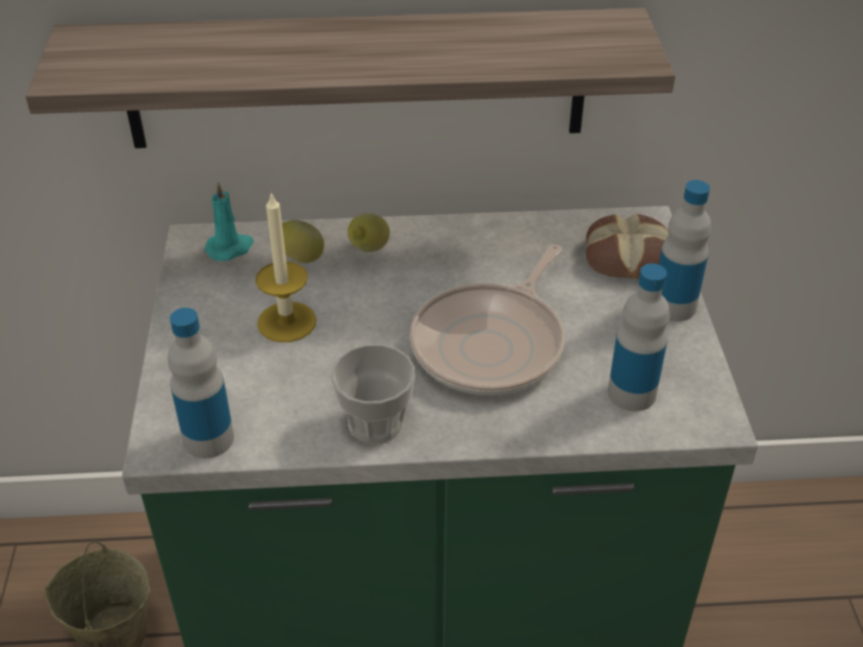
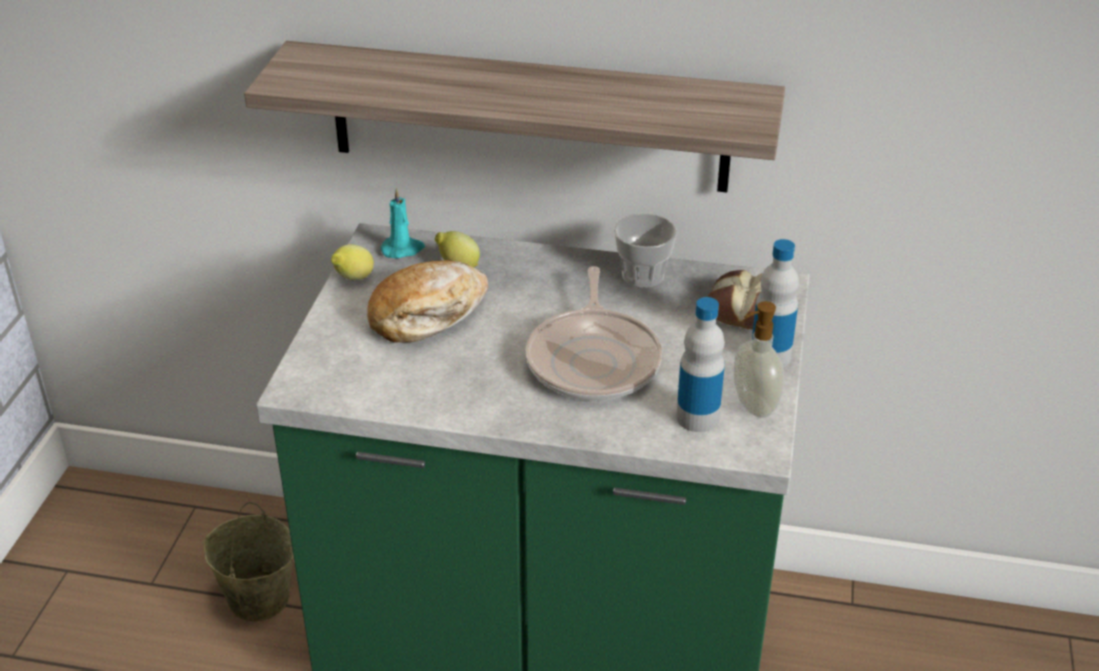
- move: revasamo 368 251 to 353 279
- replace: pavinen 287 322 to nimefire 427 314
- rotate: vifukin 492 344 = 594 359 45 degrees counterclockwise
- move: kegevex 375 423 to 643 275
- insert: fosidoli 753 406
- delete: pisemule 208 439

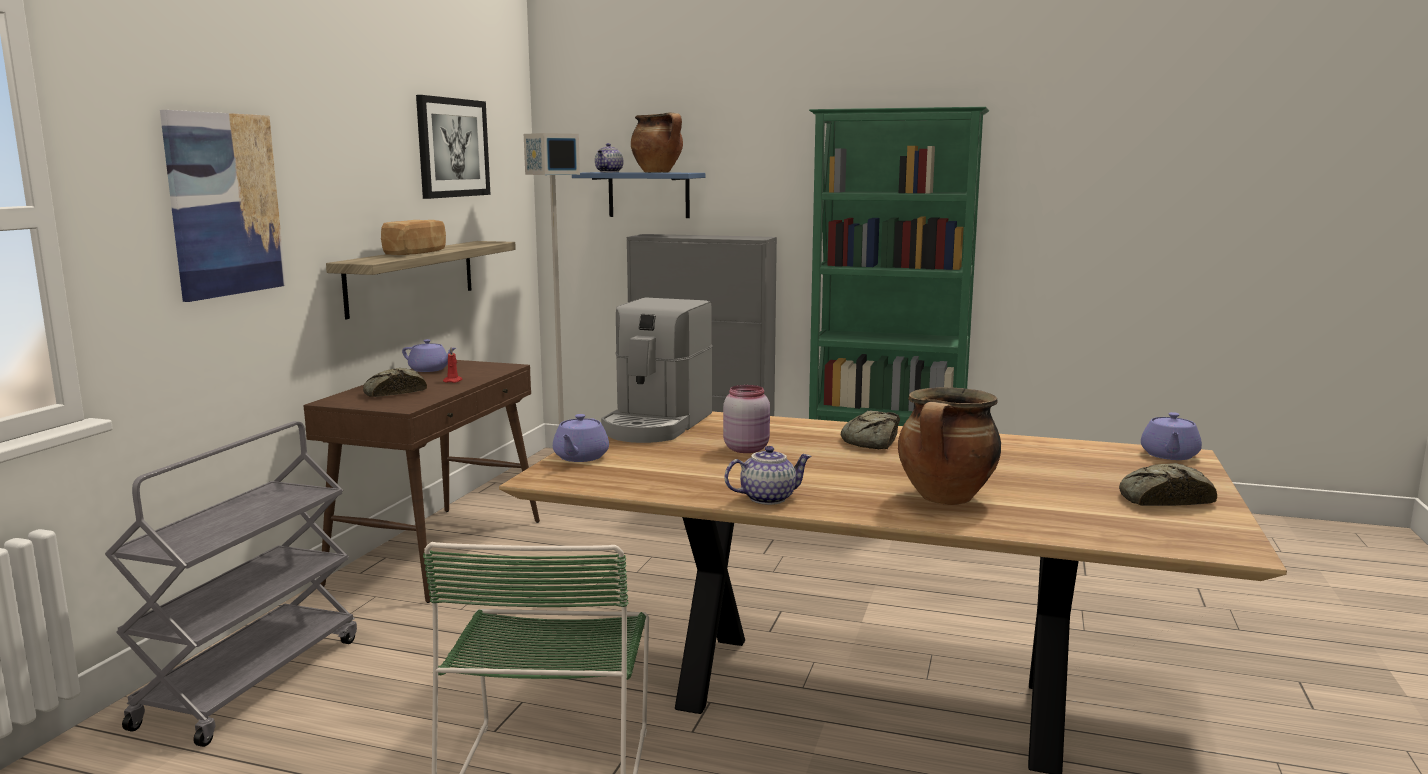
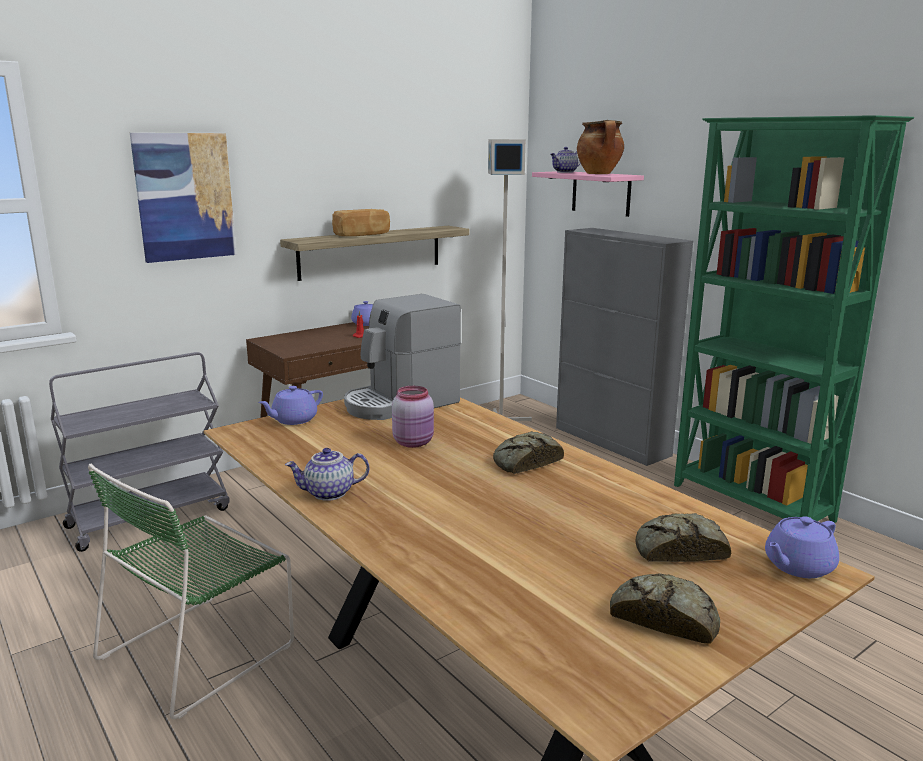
- rotate: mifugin 768 498 = 329 494 150 degrees clockwise
- recolor: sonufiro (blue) 649 195 to sonufiro (pink) 601 193
- move: nimefire 393 392 to 678 549
- delete: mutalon 452 148
- delete: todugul 946 499

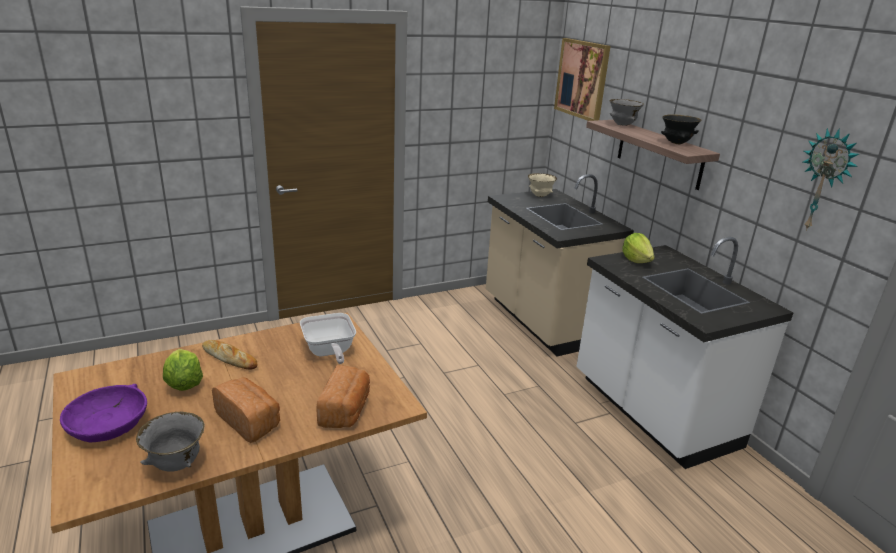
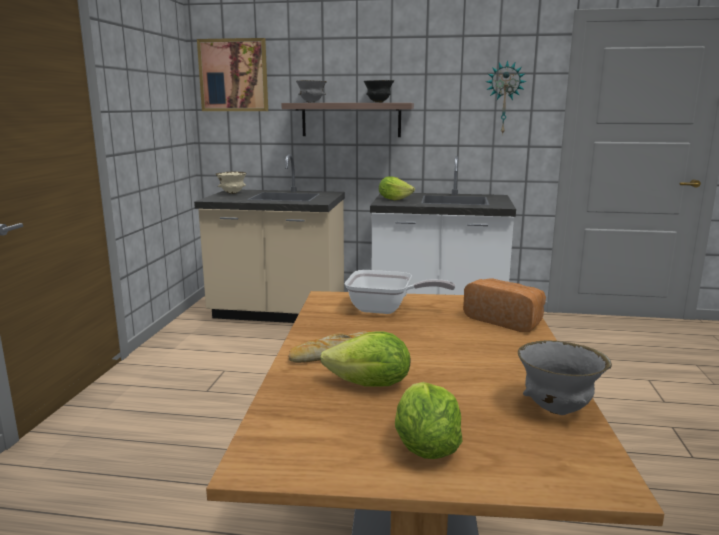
- replace: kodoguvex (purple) 108 423 to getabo 425 447
- delete: nimefire 250 421

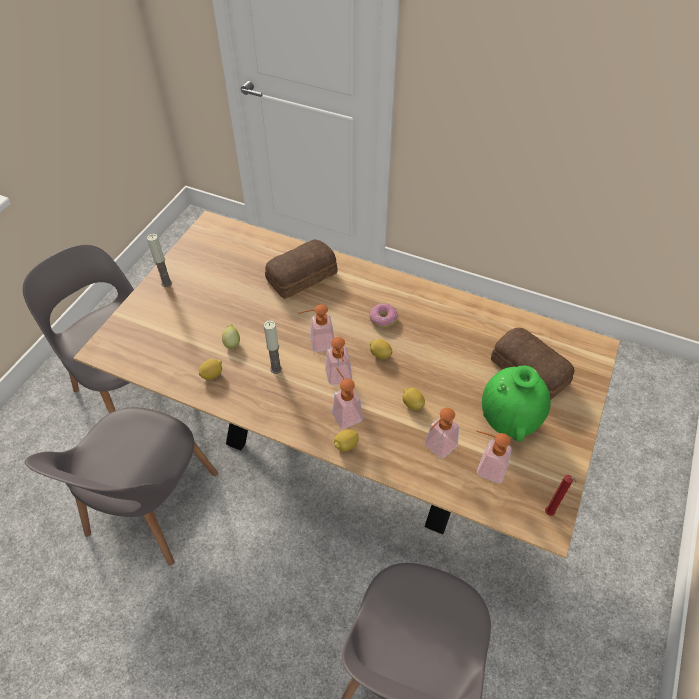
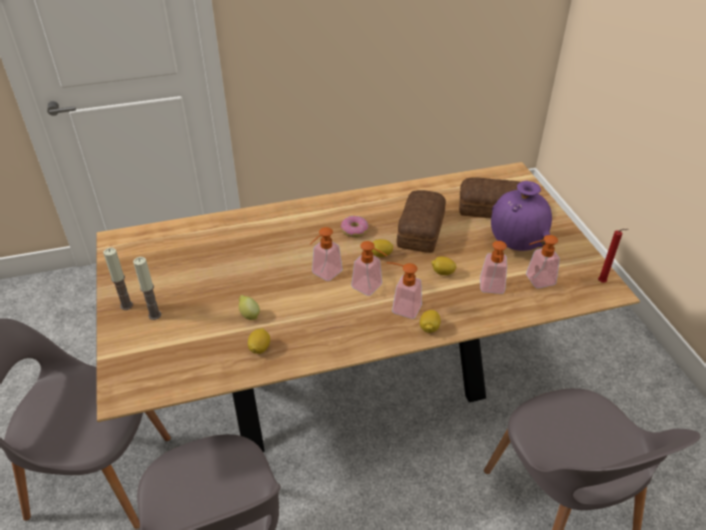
- move: pavinen 276 369 to 154 315
- move: nimefire 300 276 to 419 230
- recolor: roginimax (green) 508 422 to roginimax (purple) 516 246

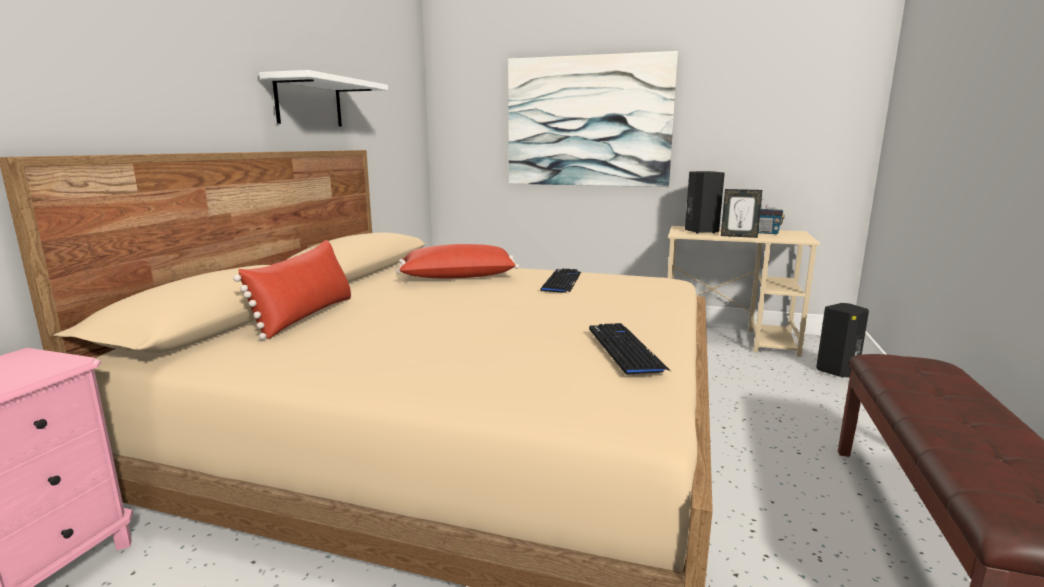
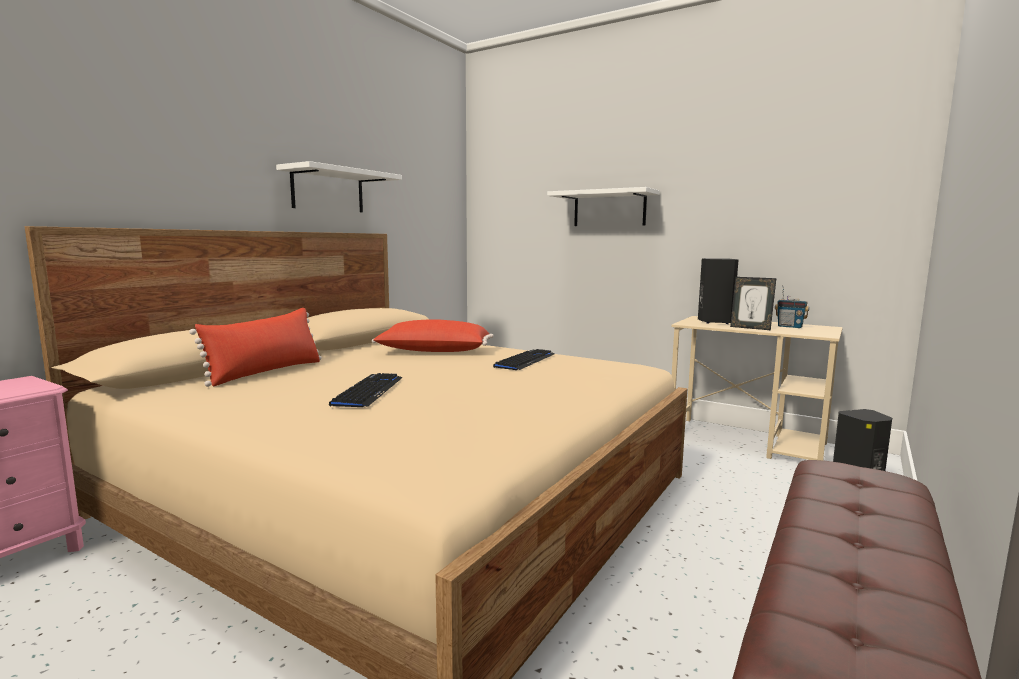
- move: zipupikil 624 349 to 368 391
- replace: mutalon 588 122 to sonufiro (white) 609 209

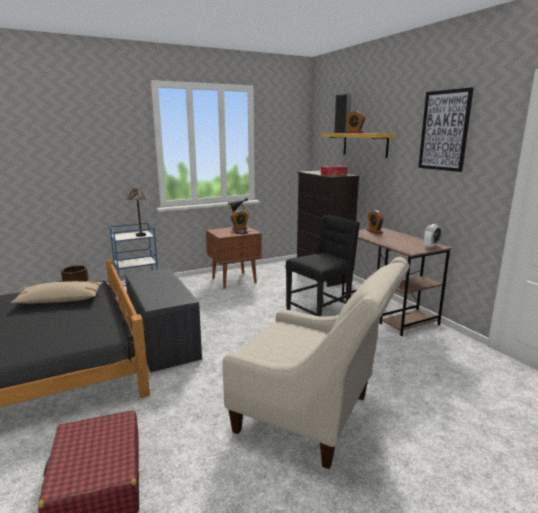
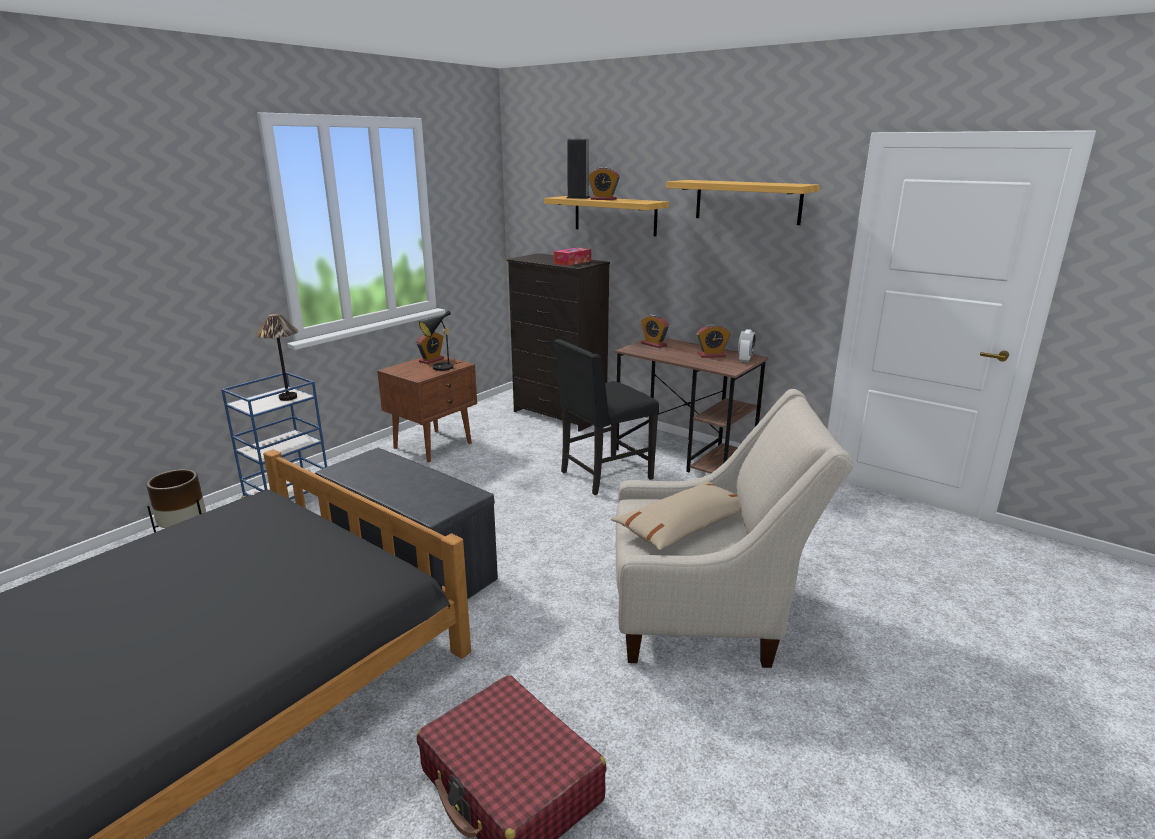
- rotate: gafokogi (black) 320 315 = 604 476 150 degrees counterclockwise
- move: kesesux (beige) 60 300 to 684 526
- replace: mutalon 444 130 to sonufiro 747 201
- insert: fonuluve 711 355

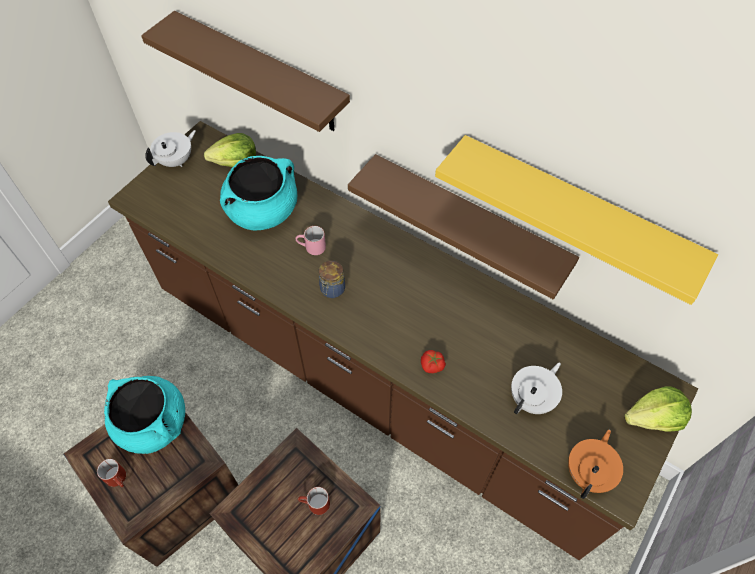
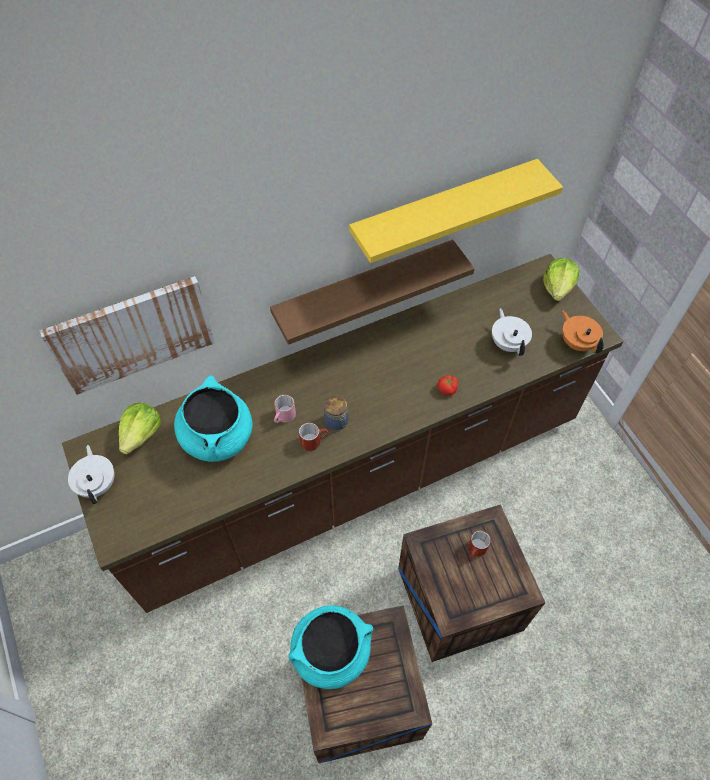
- replace: sonufiro (brown) 261 73 to mutalon 132 334
- move: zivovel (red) 118 478 to 314 440

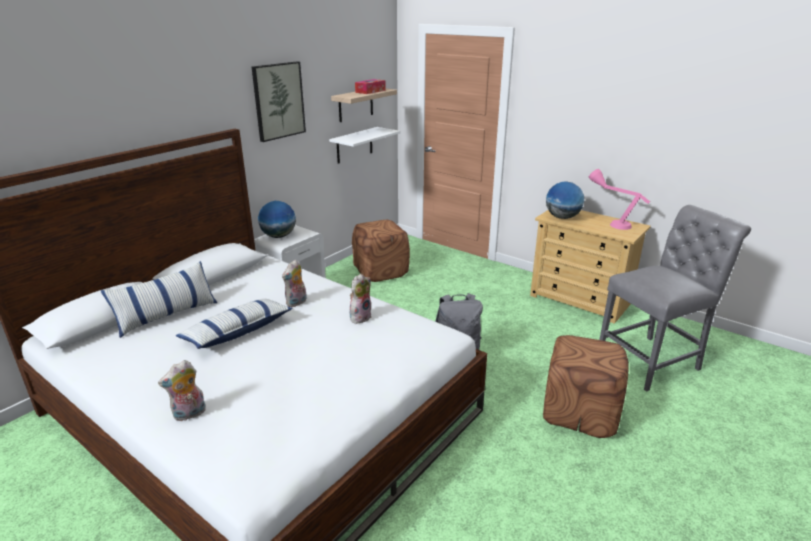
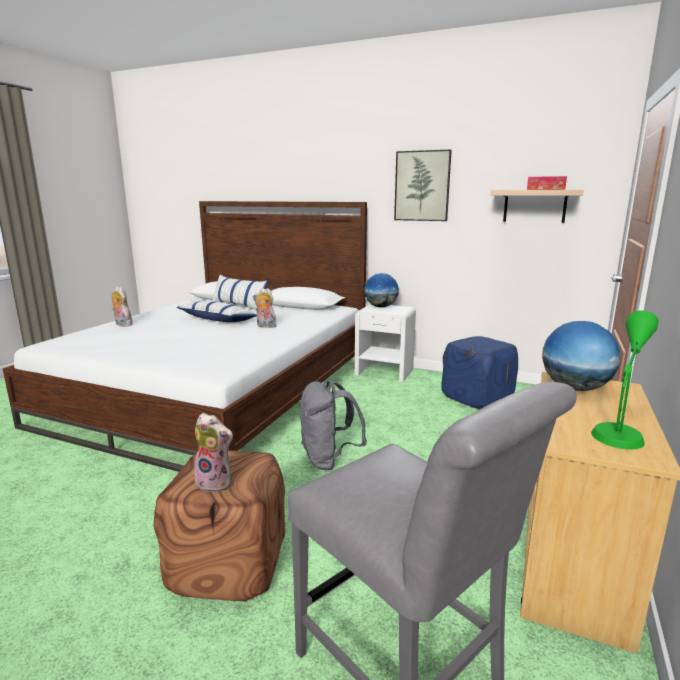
- move: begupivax 360 317 to 216 482
- recolor: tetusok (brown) 381 271 to tetusok (blue) 478 397
- recolor: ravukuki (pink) 611 222 to ravukuki (green) 620 428
- delete: sonufiro (white) 354 145

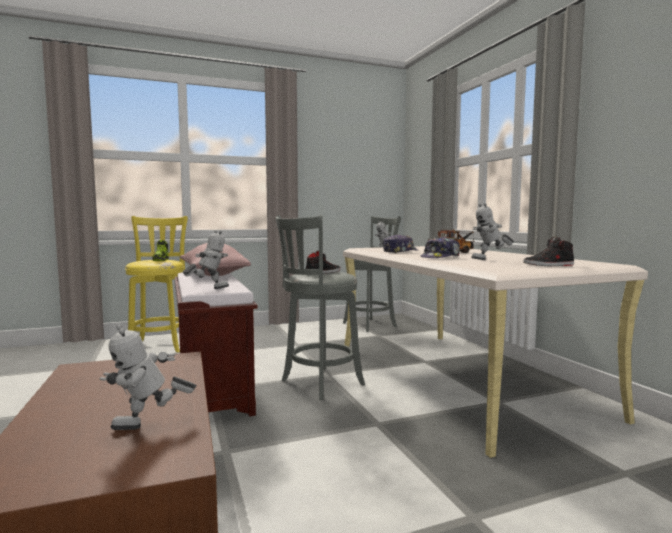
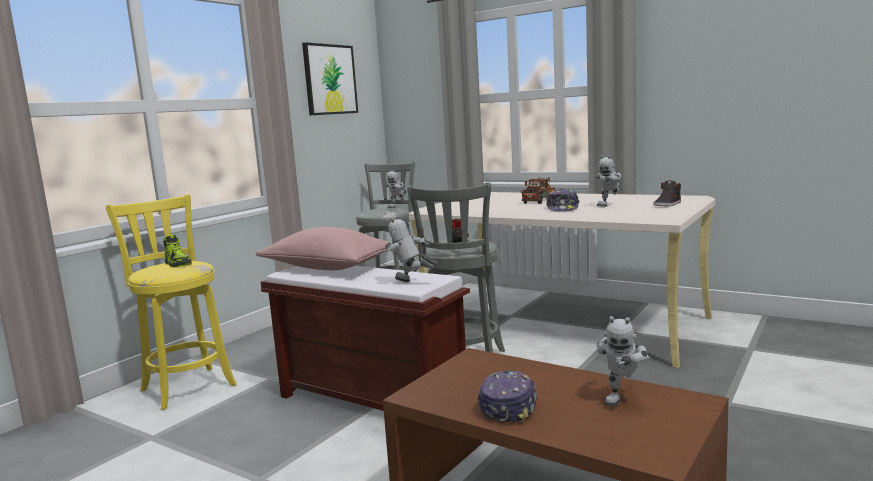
- insert: mutalon 330 79
- rotate: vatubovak 209 289 = 411 283 75 degrees counterclockwise
- move: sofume 400 252 to 508 406

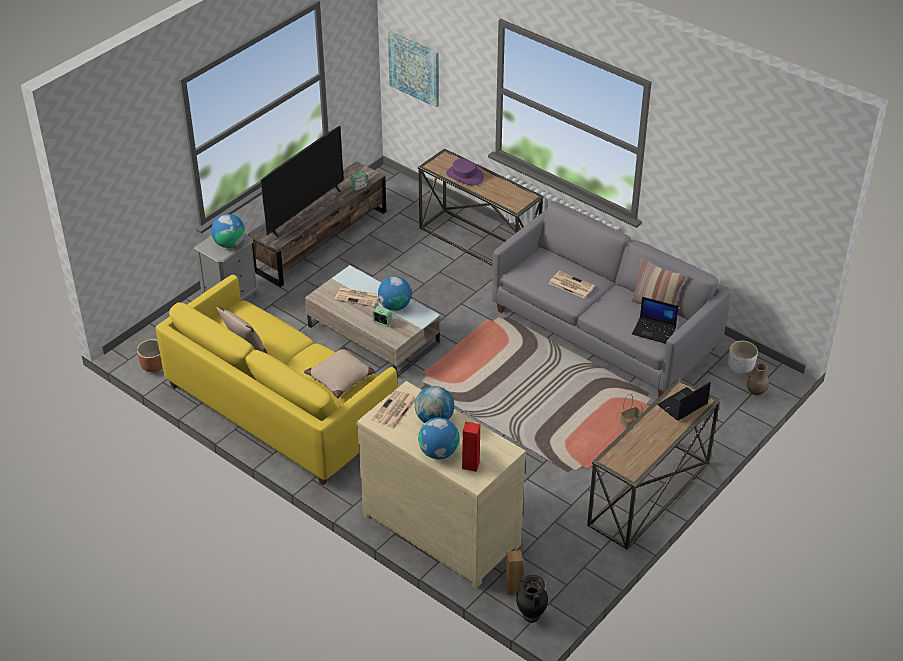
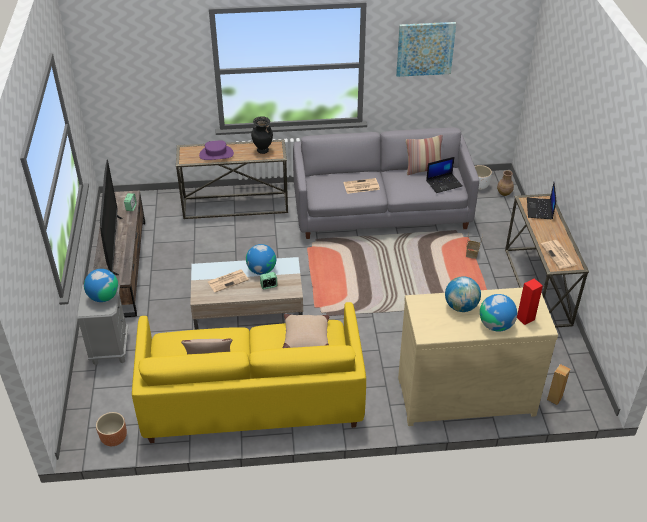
- move: roginimax (black) 530 616 to 262 151
- move: mutalon 414 68 to 425 48
- move: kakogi 394 410 to 559 255

